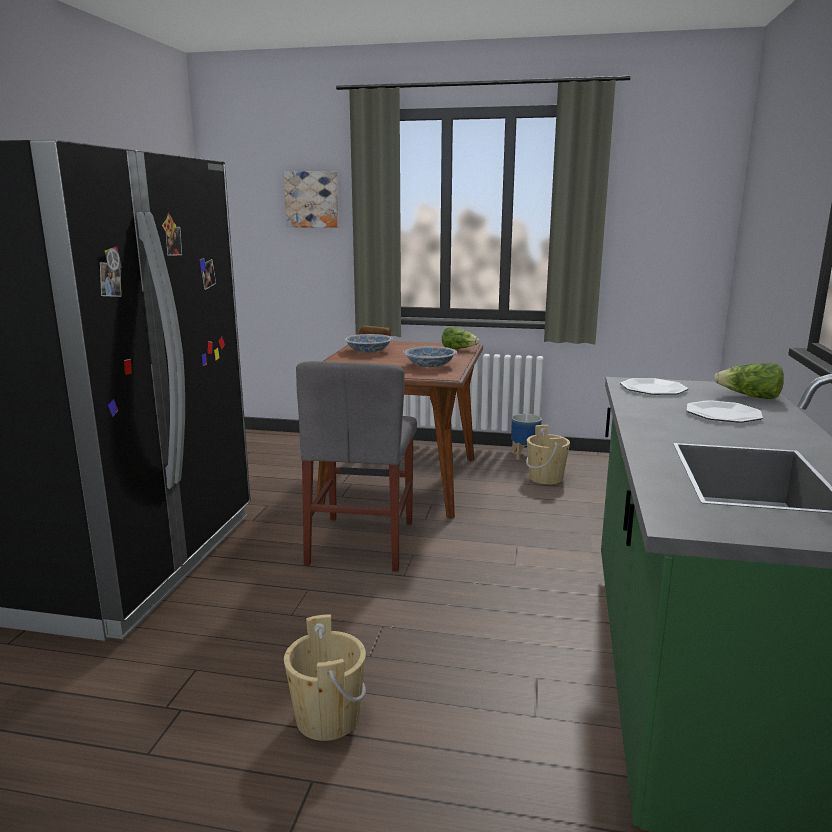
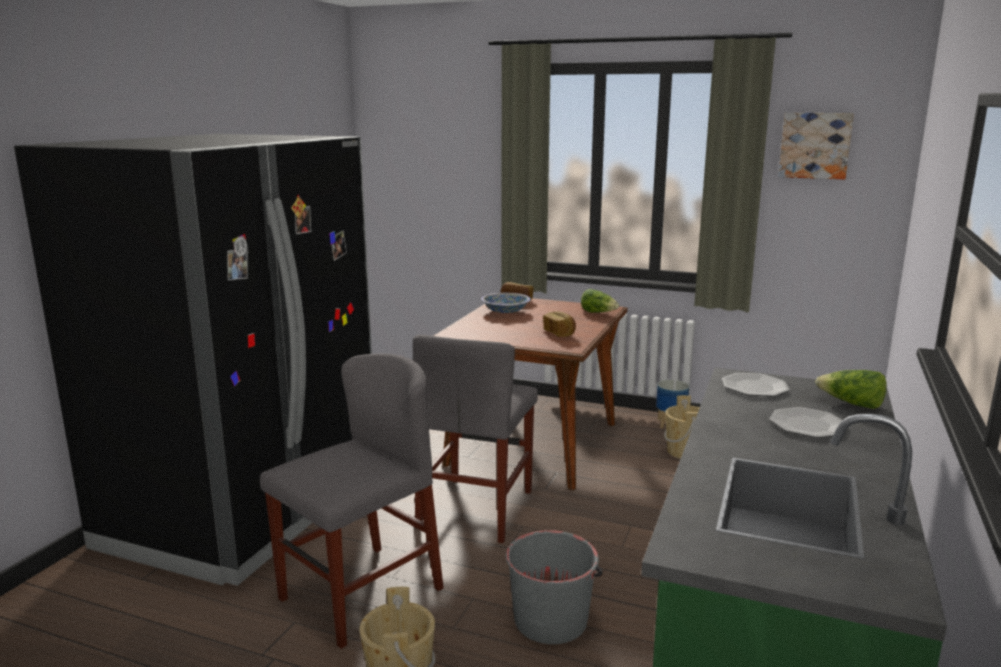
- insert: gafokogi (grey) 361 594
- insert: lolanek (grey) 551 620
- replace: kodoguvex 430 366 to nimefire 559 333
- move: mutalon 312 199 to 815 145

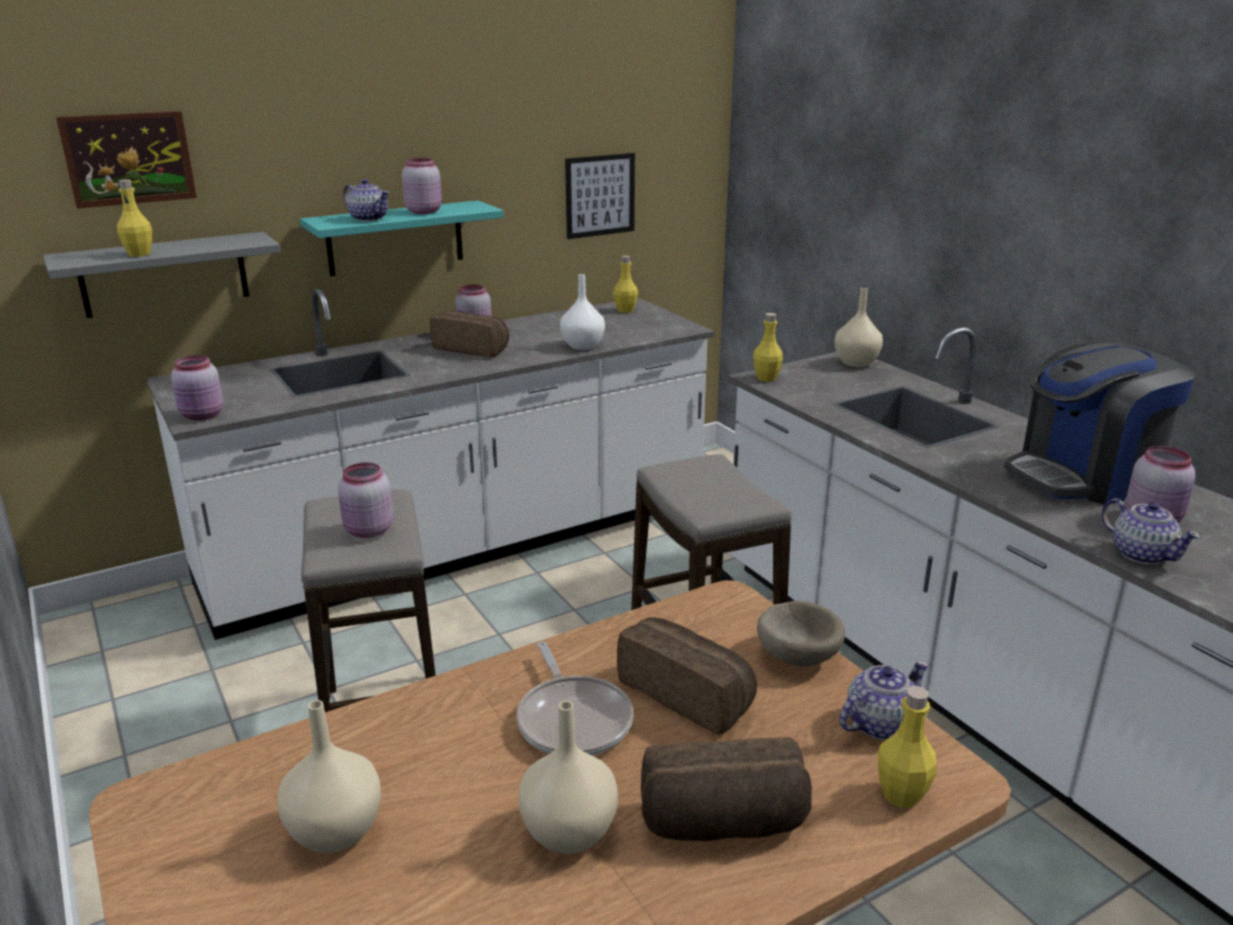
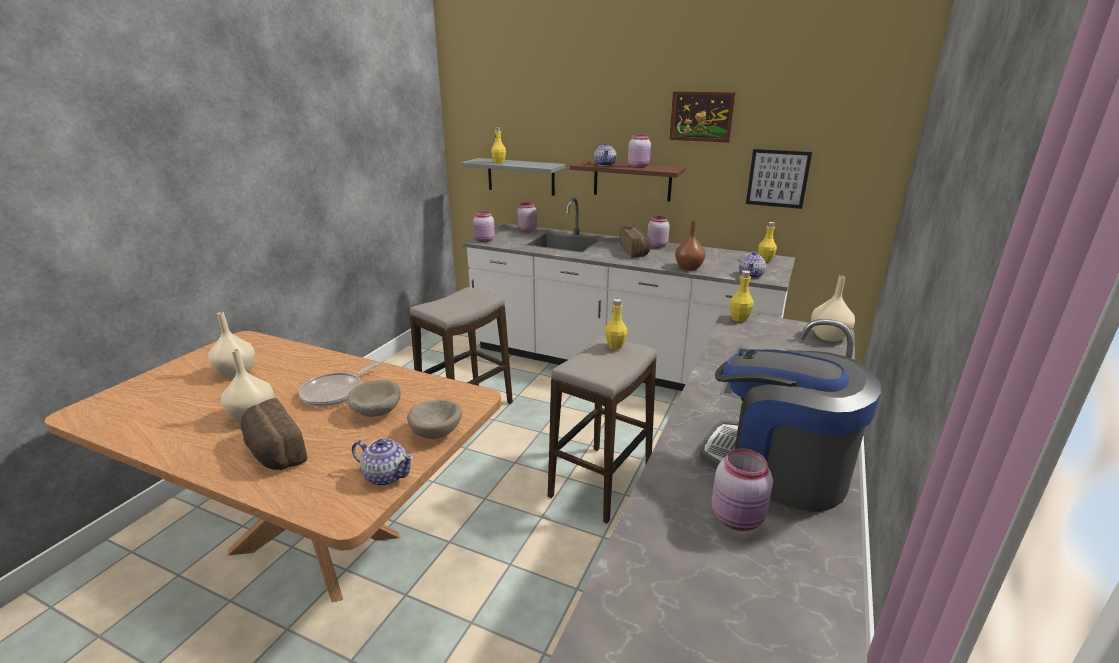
- replace: nimefire 688 694 to kodoguvex (beige) 376 412
- move: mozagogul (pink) 368 531 to 526 230
- recolor: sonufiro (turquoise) 395 238 to sonufiro (brown) 632 180
- move: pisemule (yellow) 901 795 to 615 346
- move: mutalon 128 159 to 701 116
- recolor: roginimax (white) 583 346 to roginimax (brown) 688 268
- move: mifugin 1141 554 to 751 275

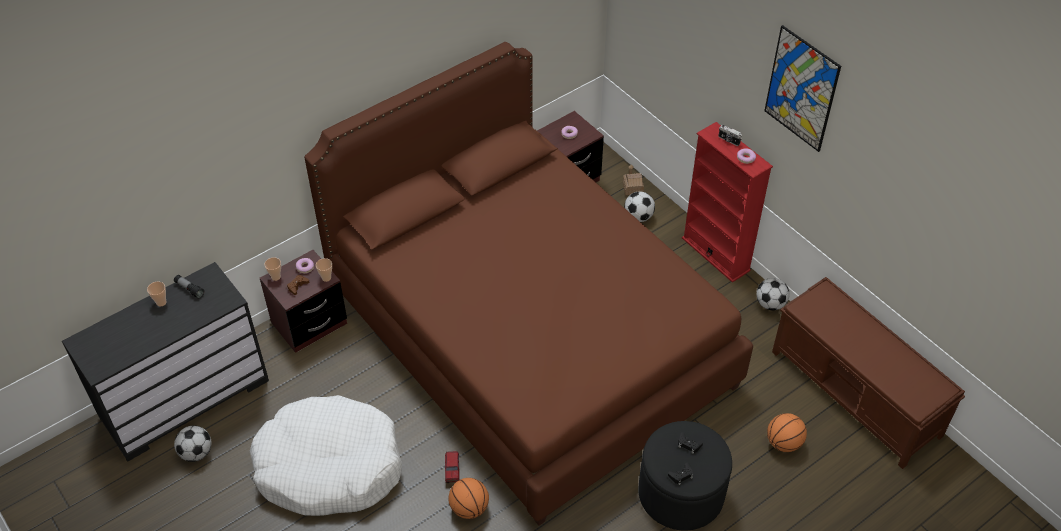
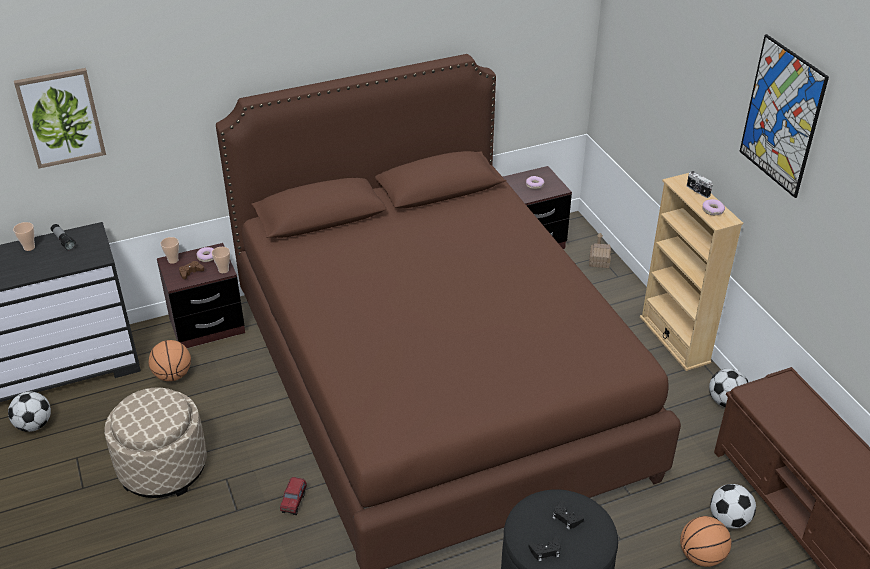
- insert: mutalon 61 117
- replace: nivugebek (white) 329 466 to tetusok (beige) 163 468
- move: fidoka 469 508 to 173 375
- recolor: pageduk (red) 715 254 to pageduk (beige) 674 339
- move: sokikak 638 217 to 729 520

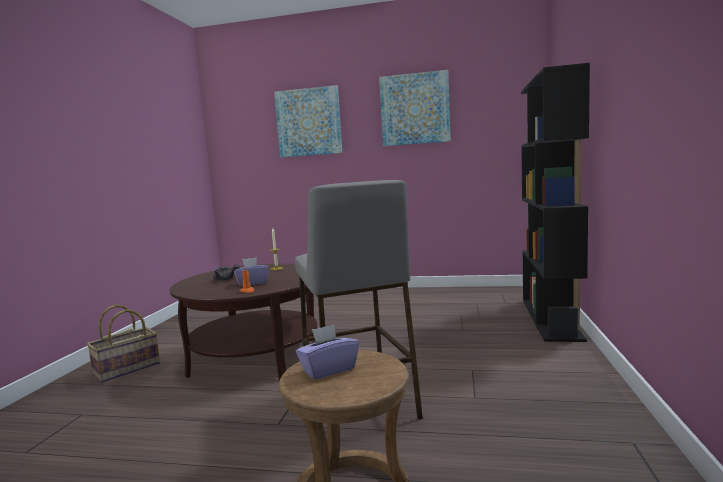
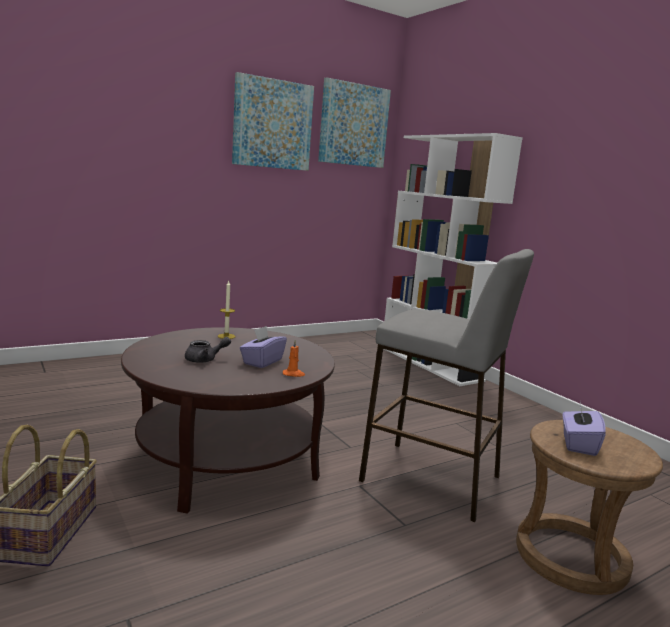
- move: mutalon 308 122 to 353 125
- recolor: pageduk (black) 551 318 to pageduk (white) 430 364

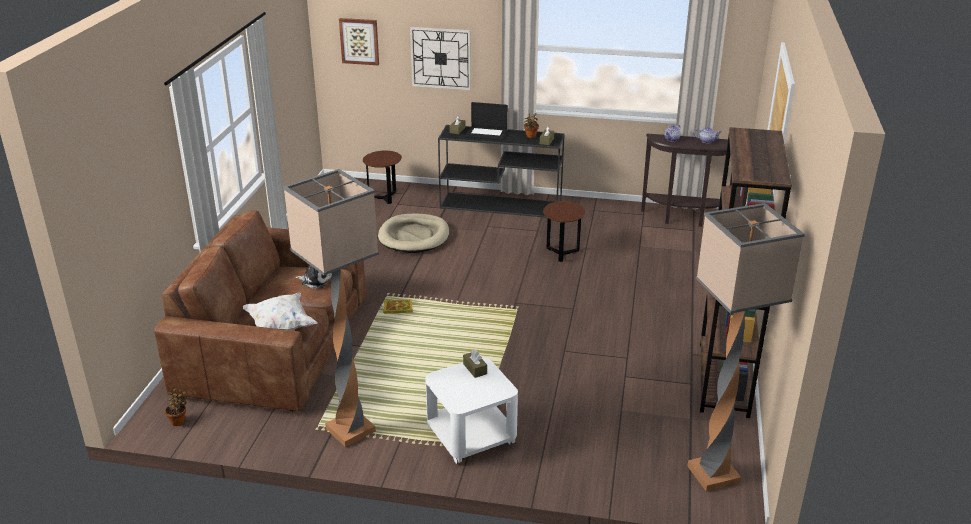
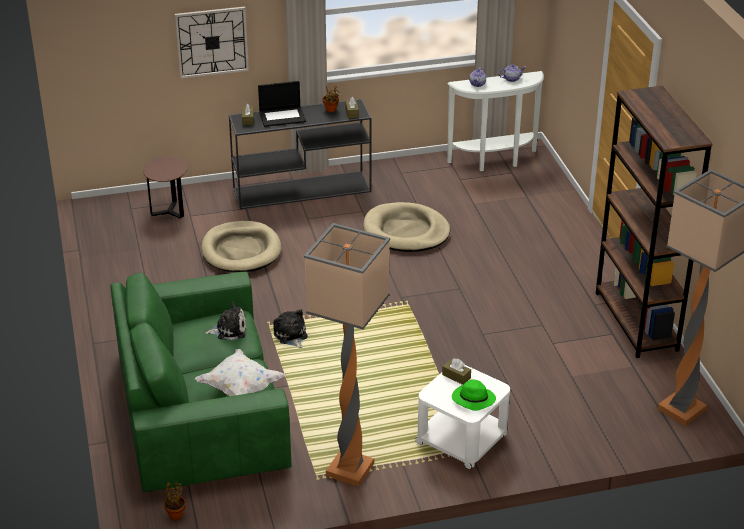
- recolor: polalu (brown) 274 344 to polalu (green) 199 409
- replace: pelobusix 397 308 to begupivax 291 336
- replace: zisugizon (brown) 562 254 to nivugebek (beige) 406 231
- recolor: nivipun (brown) 684 219 to nivipun (white) 495 161
- insert: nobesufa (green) 472 399
- delete: mutalon 359 41

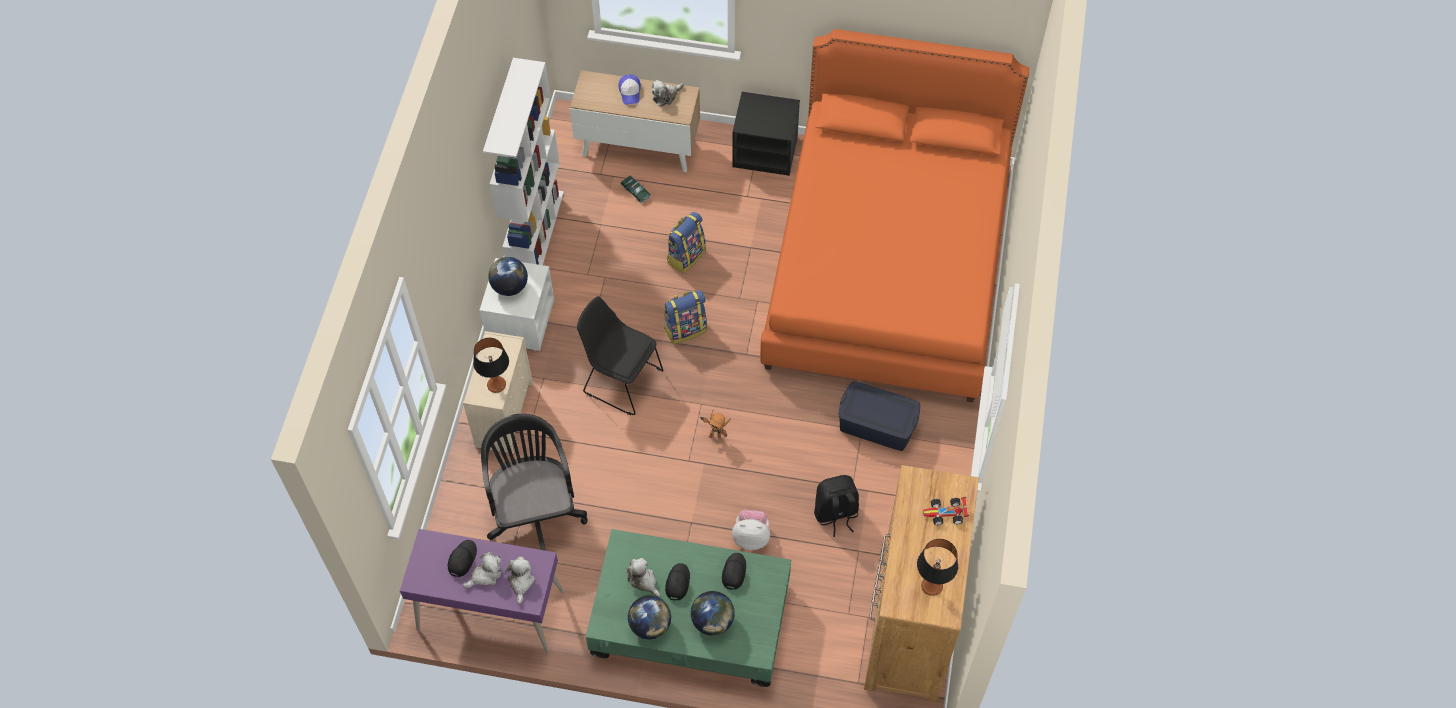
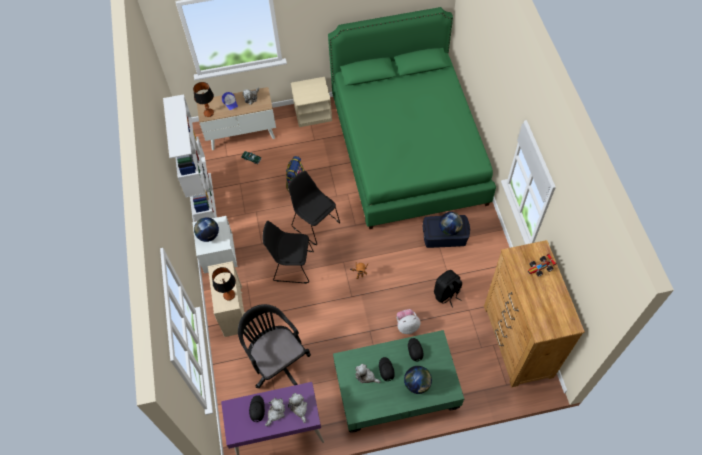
- move: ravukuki 932 586 to 209 113
- replace: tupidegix 685 328 to gafokogi (black) 314 223
- recolor: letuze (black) 766 151 to letuze (beige) 313 112
- recolor: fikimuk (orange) 887 265 to fikimuk (green) 407 149
- move: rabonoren 650 625 to 449 229

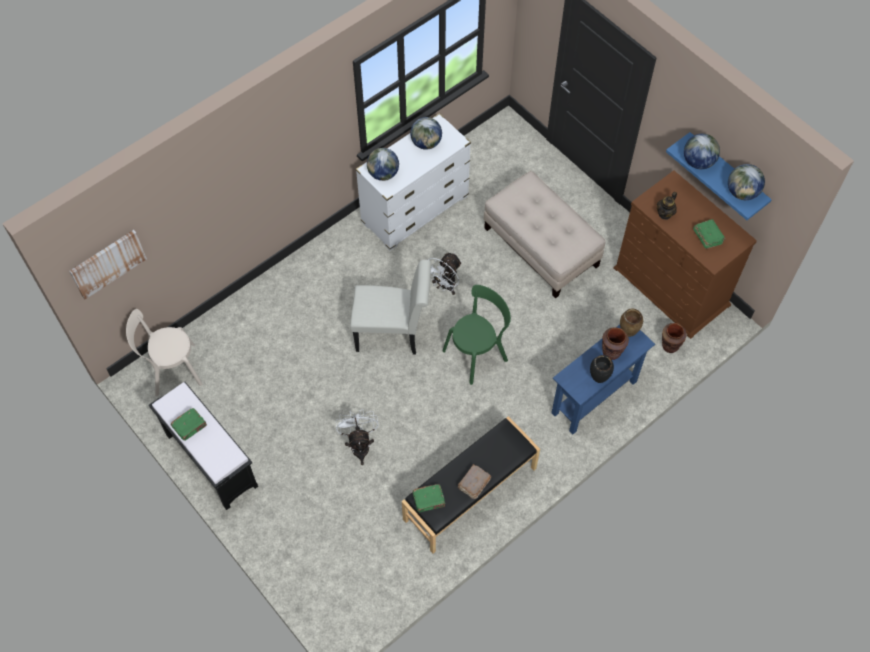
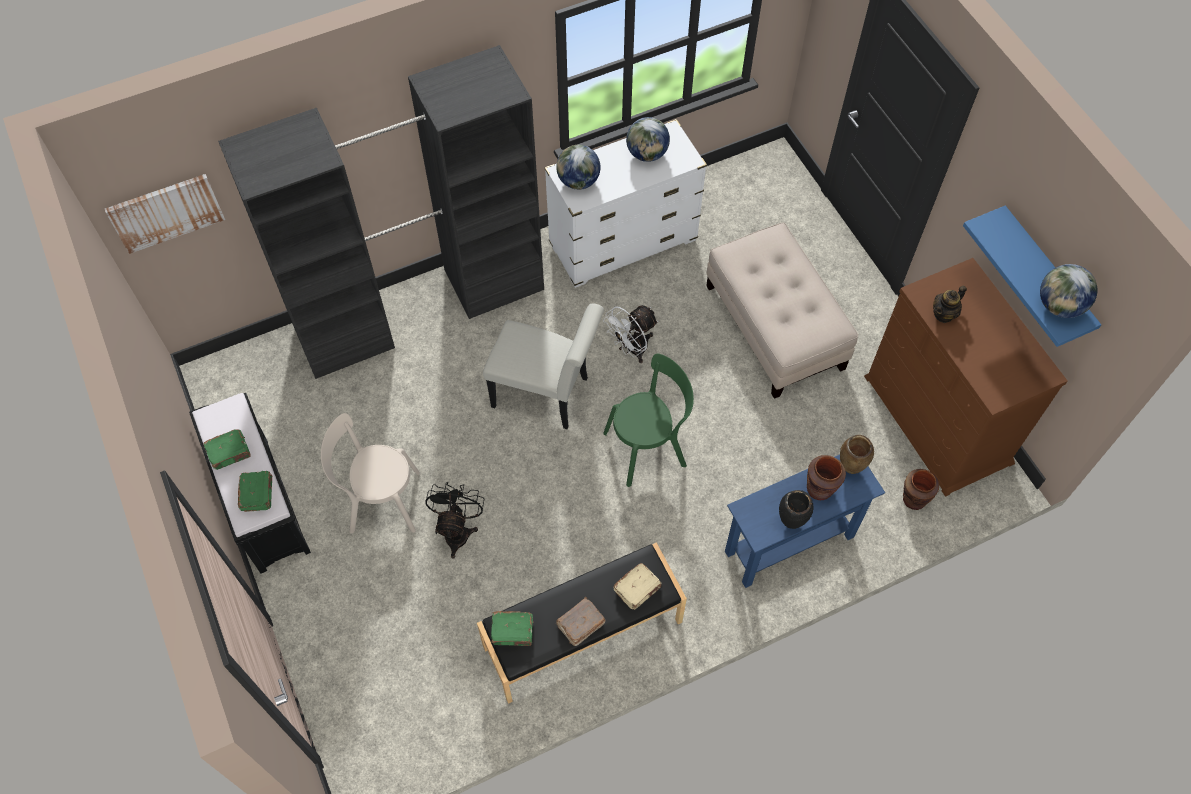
- insert: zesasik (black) 421 307
- move: pelobusix (green) 707 236 to 257 494
- move: gafokogi (beige) 171 370 to 380 501
- recolor: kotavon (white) 359 444 to kotavon (black) 458 530
- insert: pelobusix (beige) 638 589
- delete: rabonoren 698 162

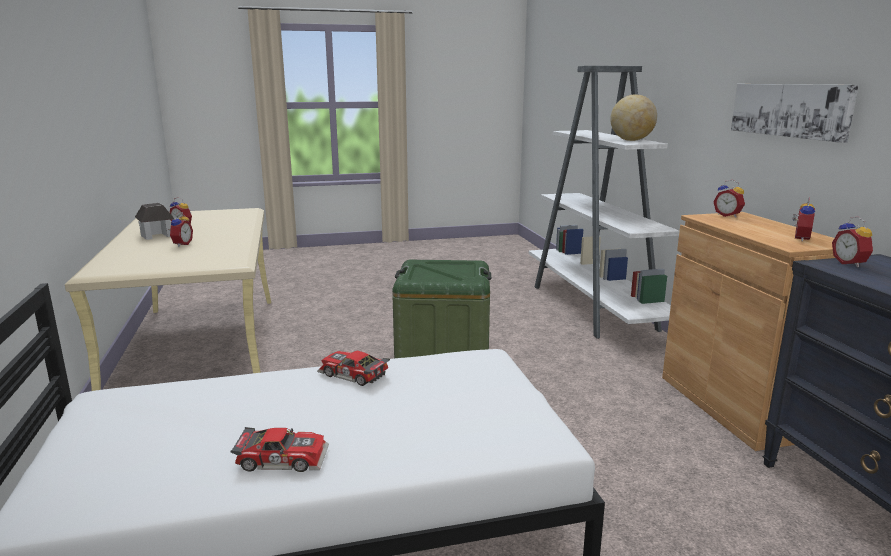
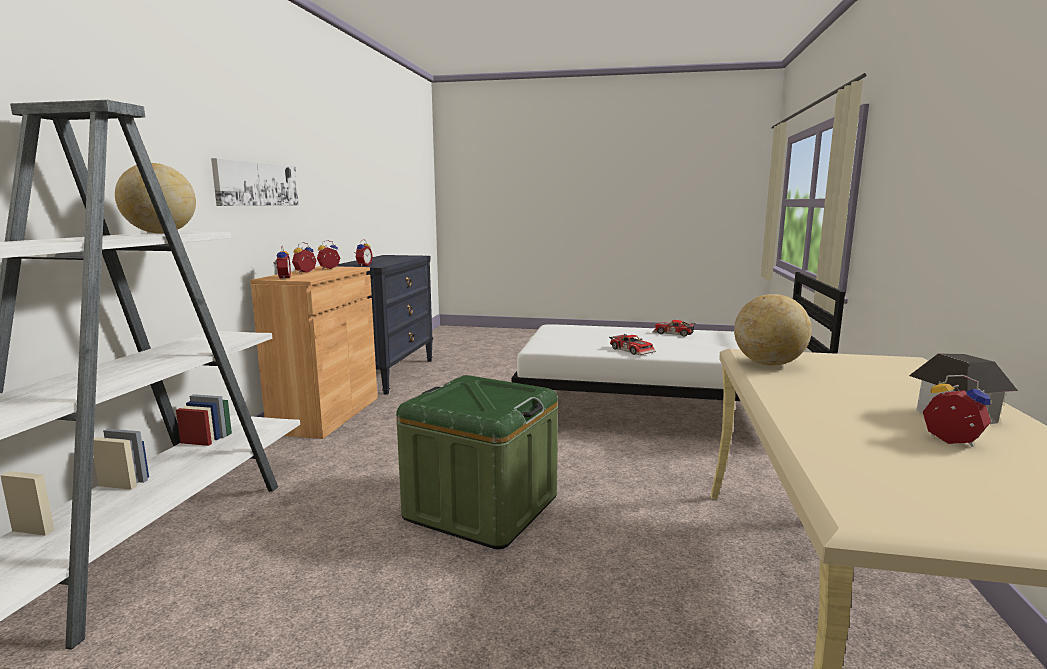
- move: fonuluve 181 244 to 306 272
- insert: rabonoren 768 364

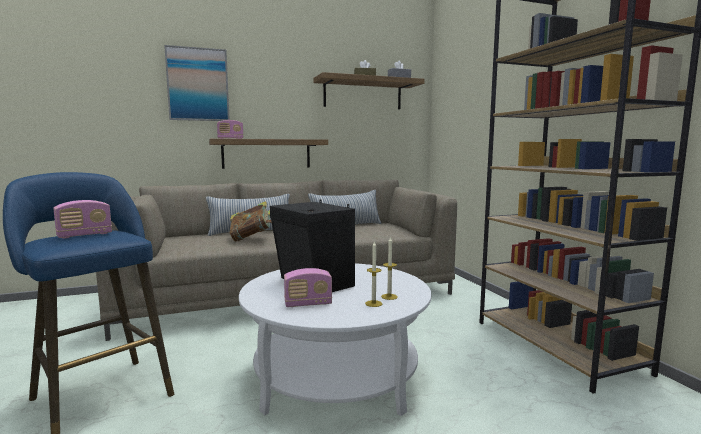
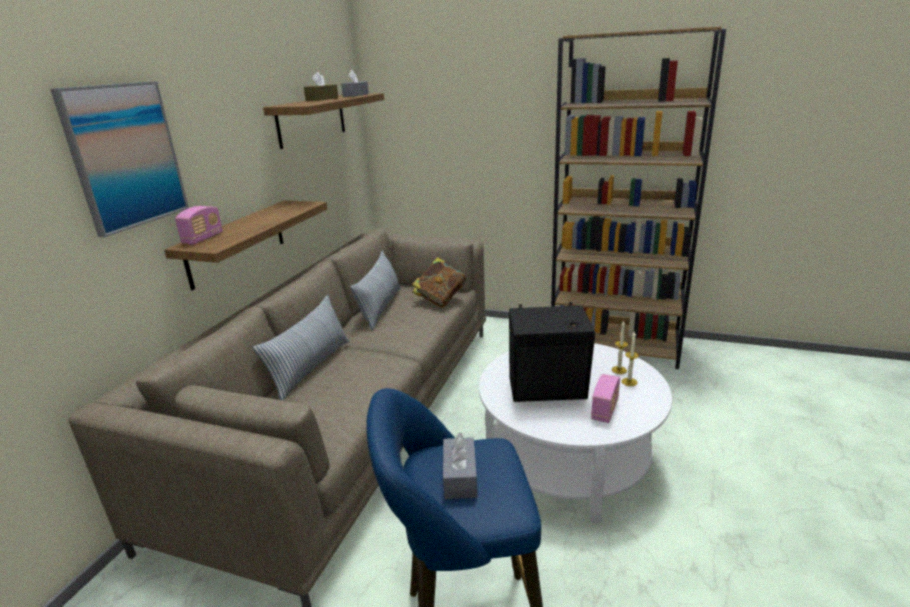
- move: pelobusix 251 238 to 440 300
- replace: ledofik 85 235 to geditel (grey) 460 477

